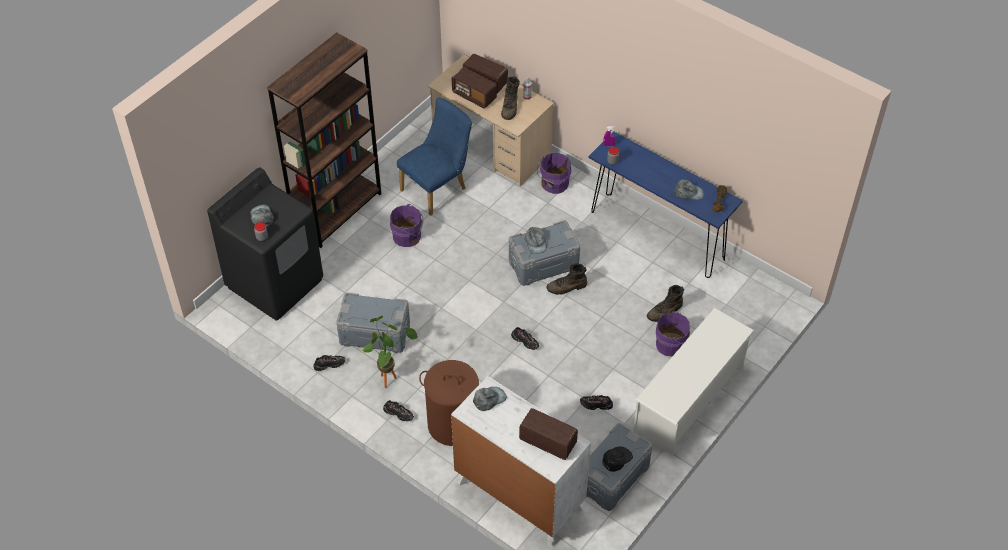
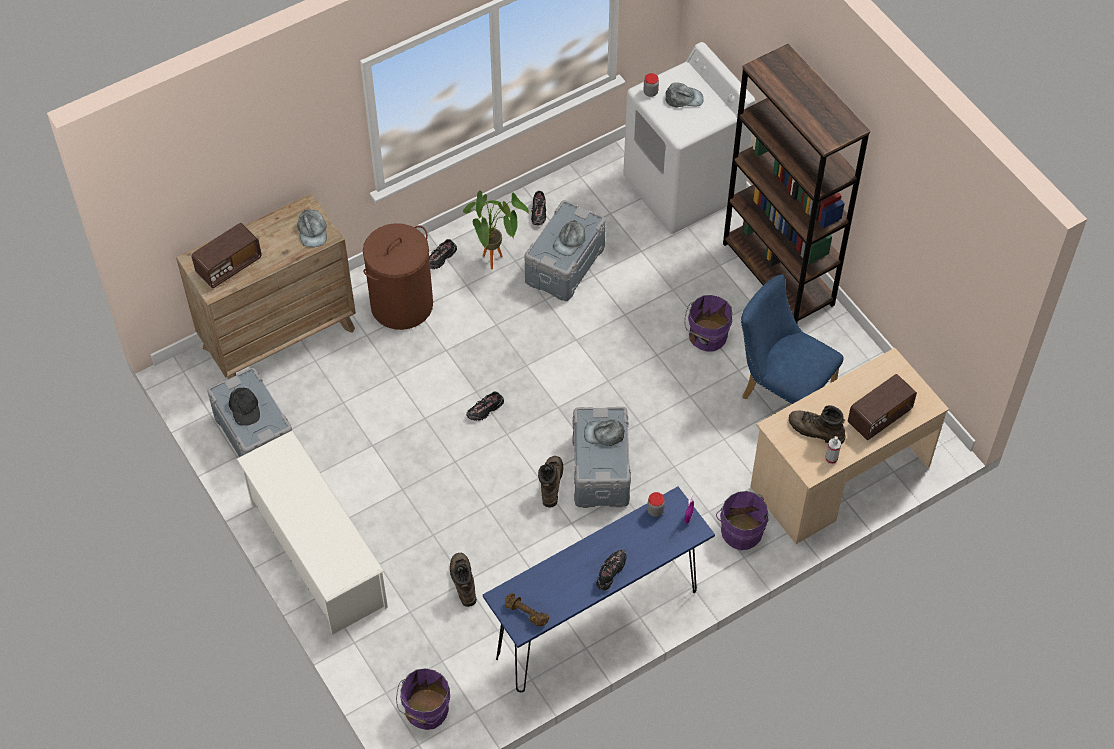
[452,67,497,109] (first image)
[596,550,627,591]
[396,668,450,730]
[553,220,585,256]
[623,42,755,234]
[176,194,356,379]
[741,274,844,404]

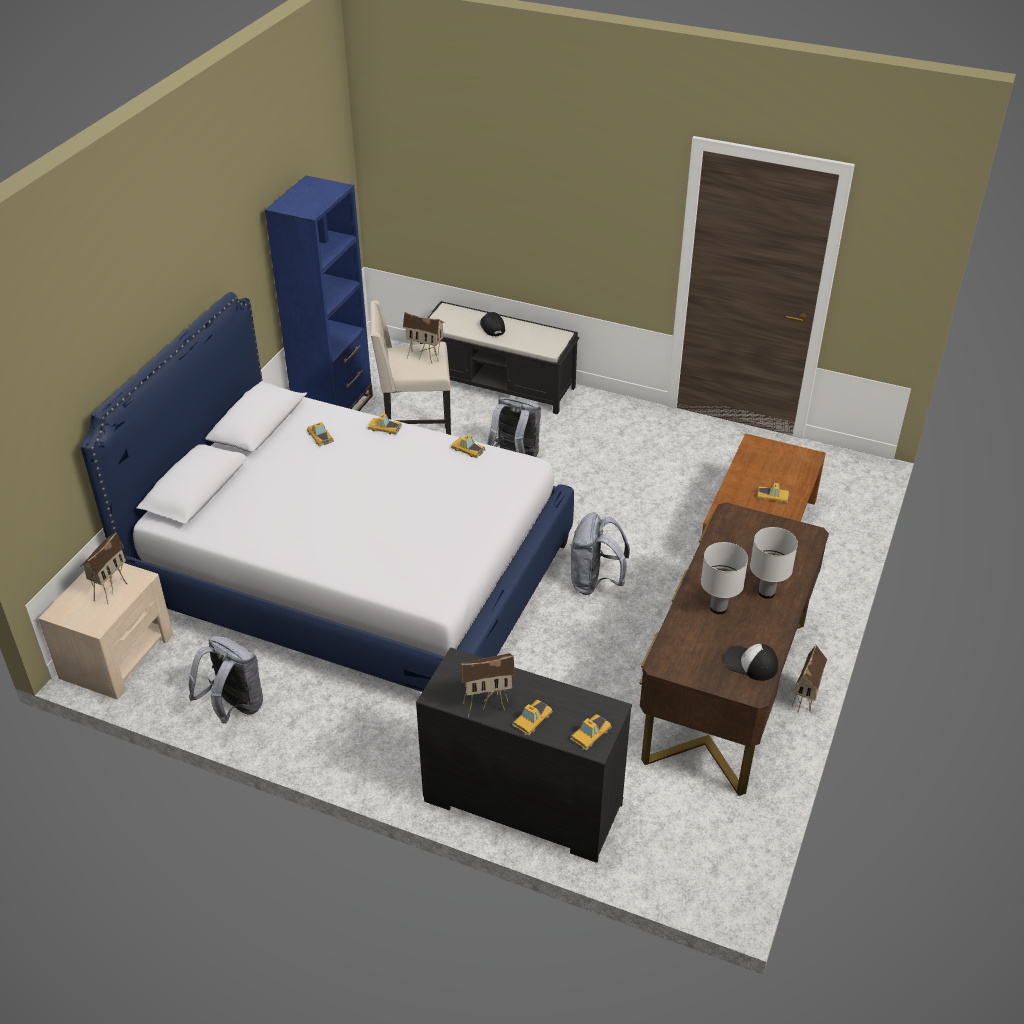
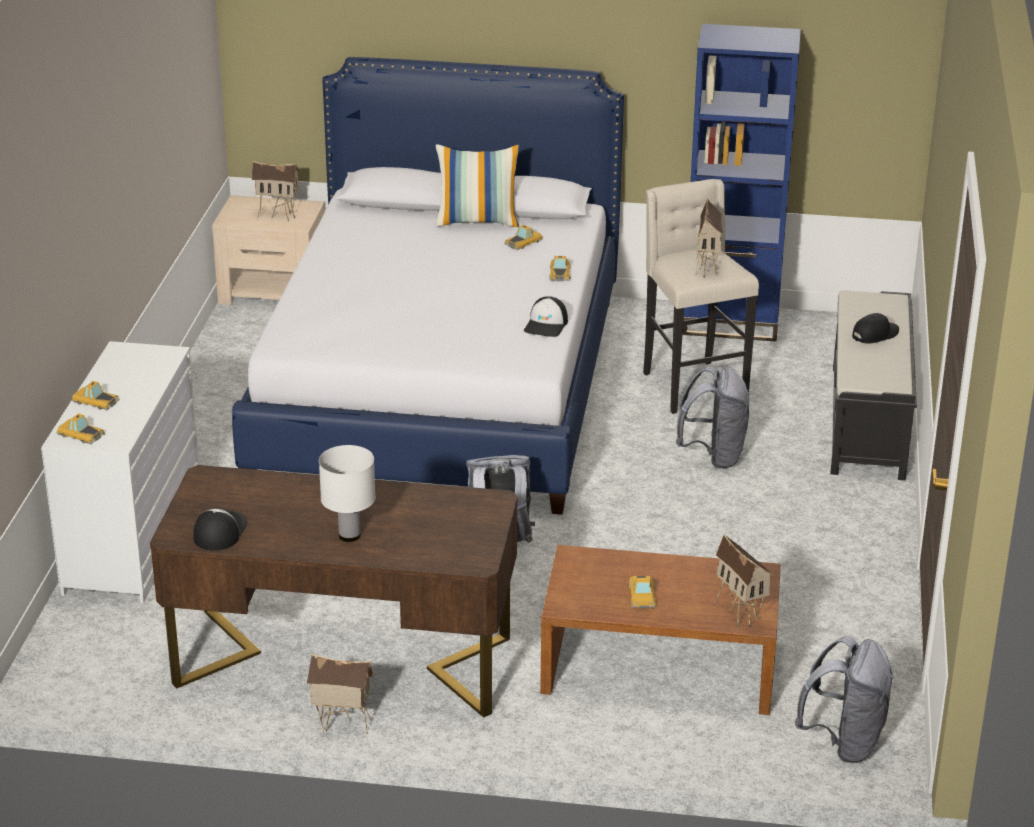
[701,542,748,614] (first image)
[436,144,520,227]
[795,636,894,763]
[713,534,774,628]
[524,296,568,337]
[41,341,199,603]

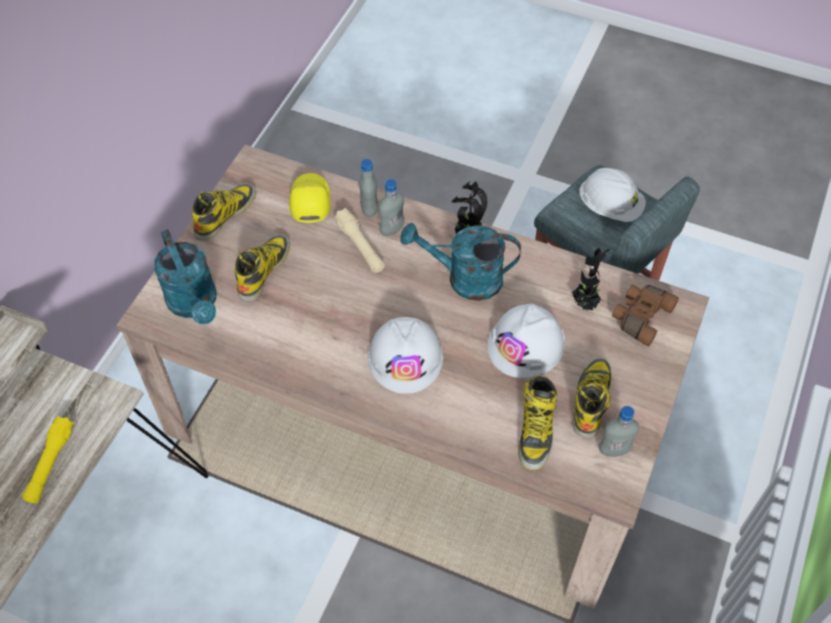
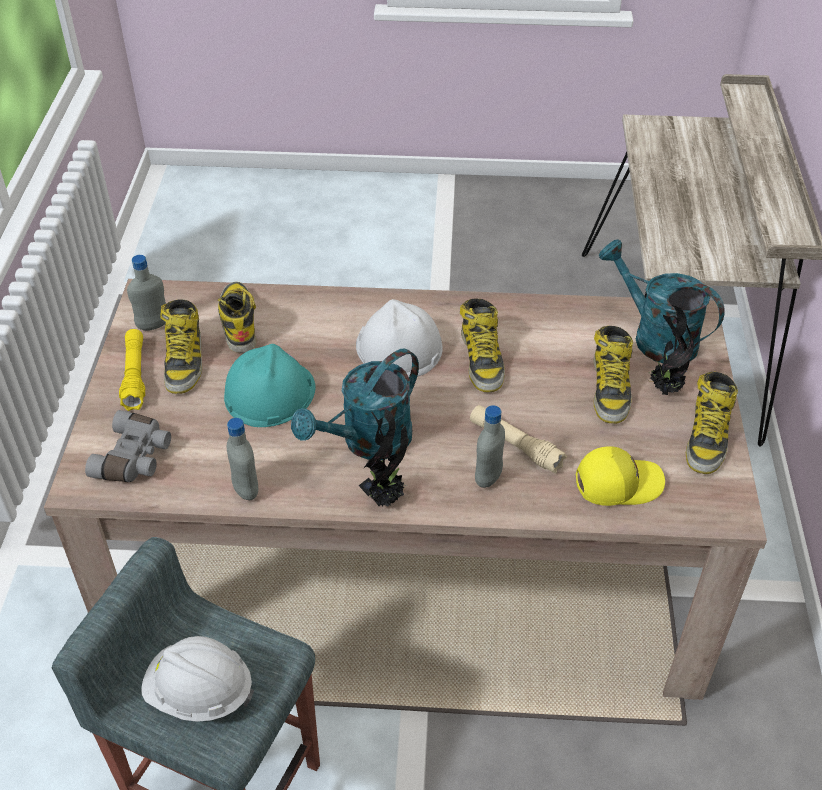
[460,298,505,392]
[119,329,145,411]
[227,418,258,500]
[649,305,694,395]
[224,344,315,427]
[85,410,171,482]
[576,446,665,506]
[291,349,419,460]

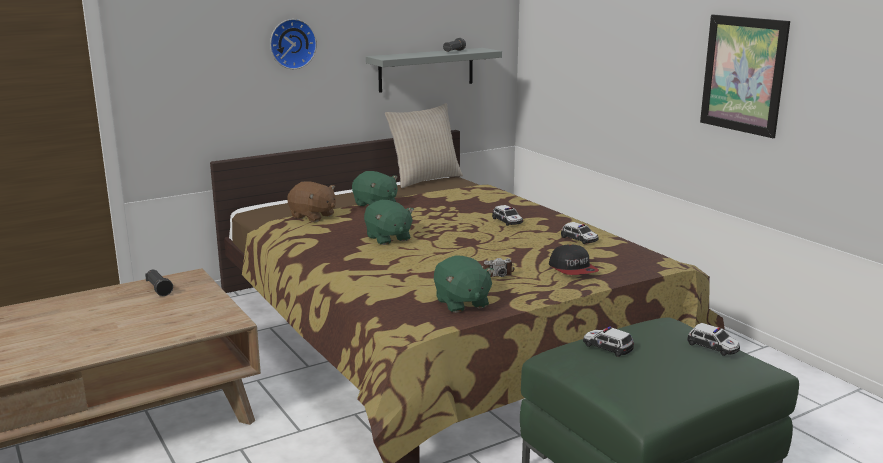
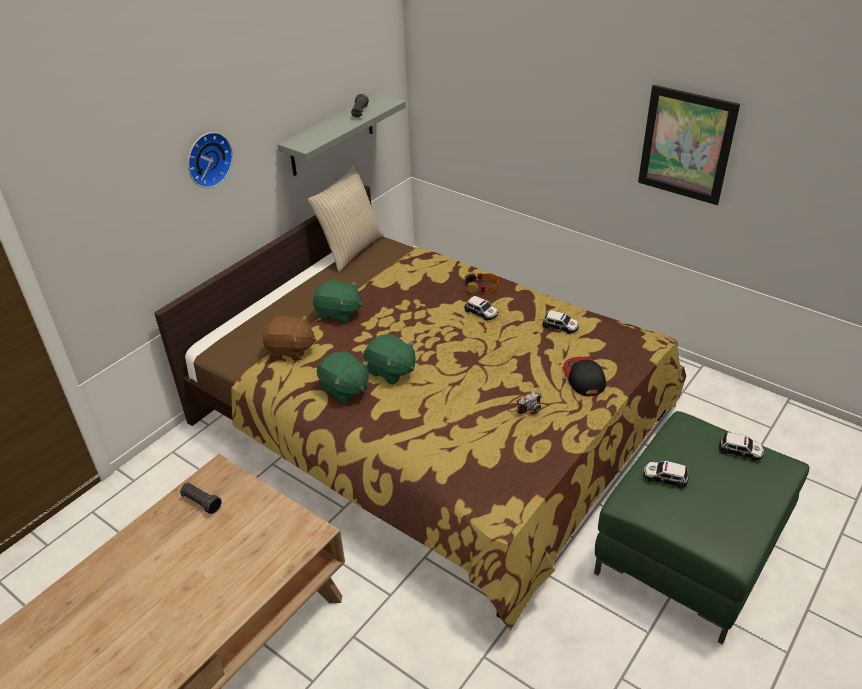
[465,272,499,294]
[317,351,369,404]
[563,357,606,396]

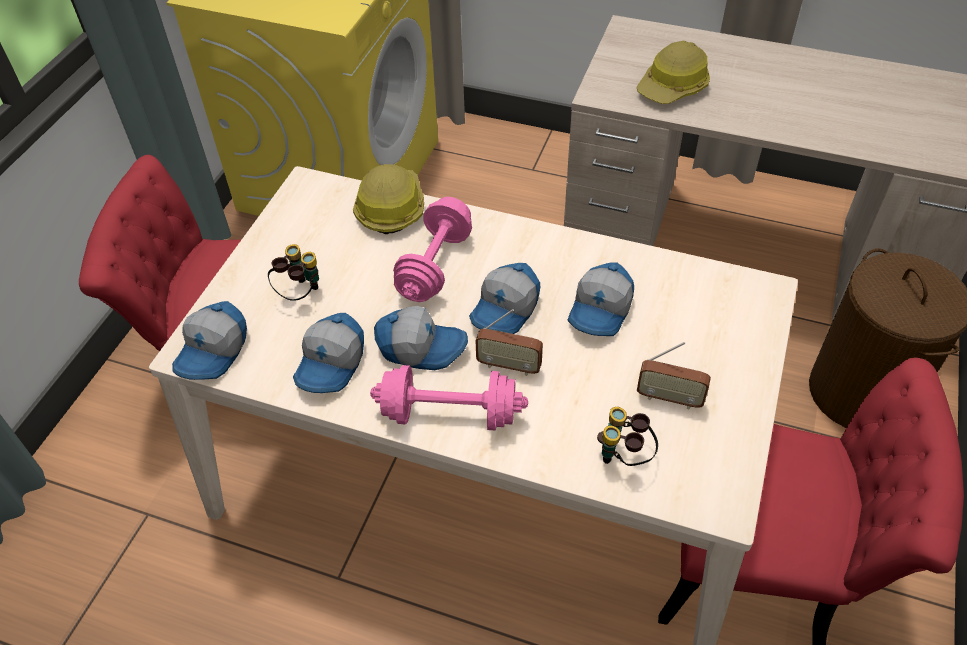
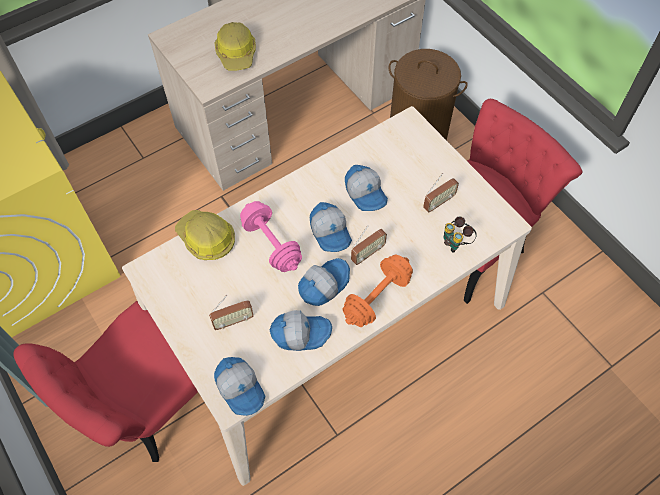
[209,295,254,330]
[342,255,413,327]
[270,310,332,351]

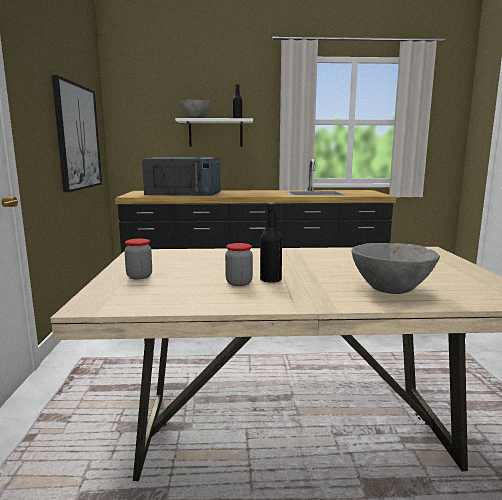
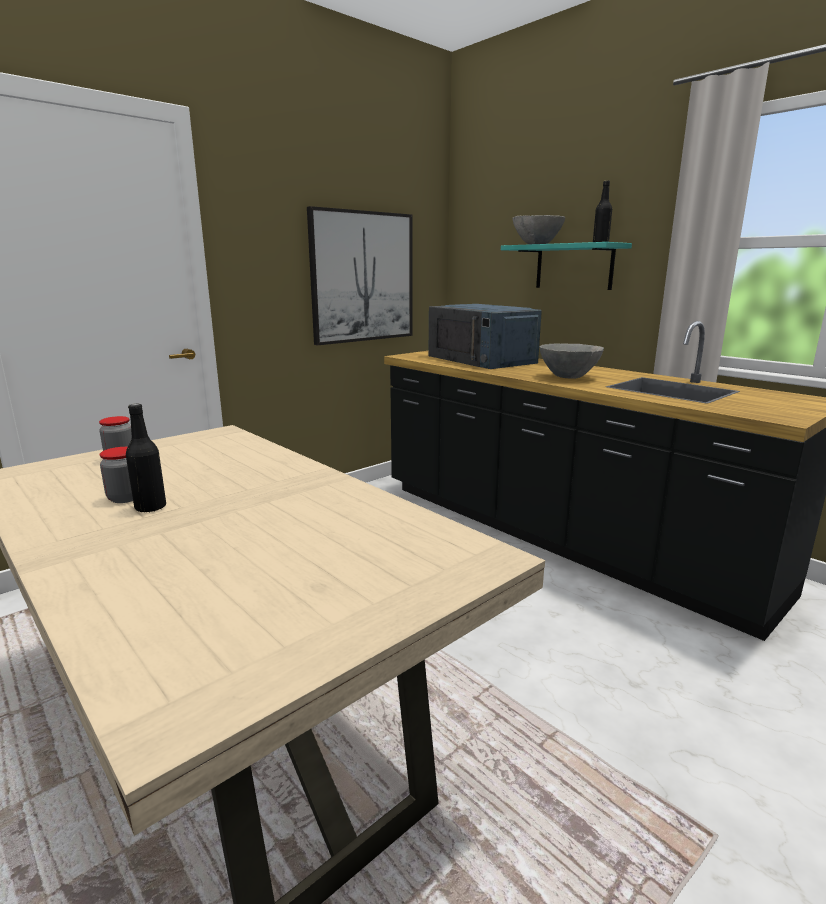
[540,343,604,379]
[501,242,632,290]

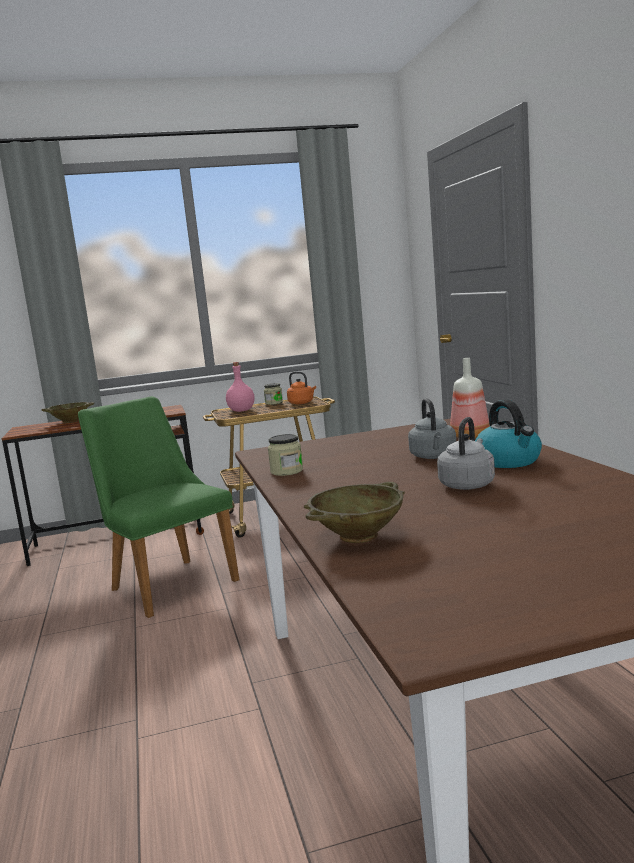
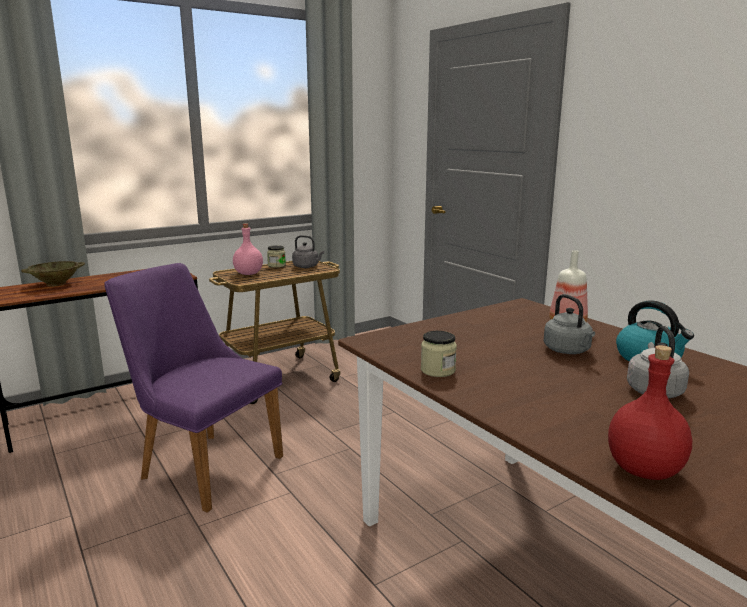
[608,345,692,480]
[104,263,283,513]
[292,235,324,268]

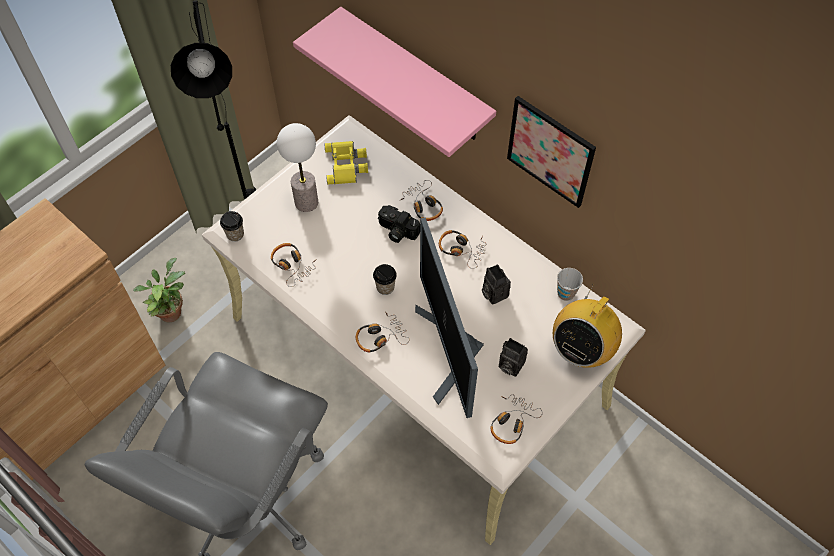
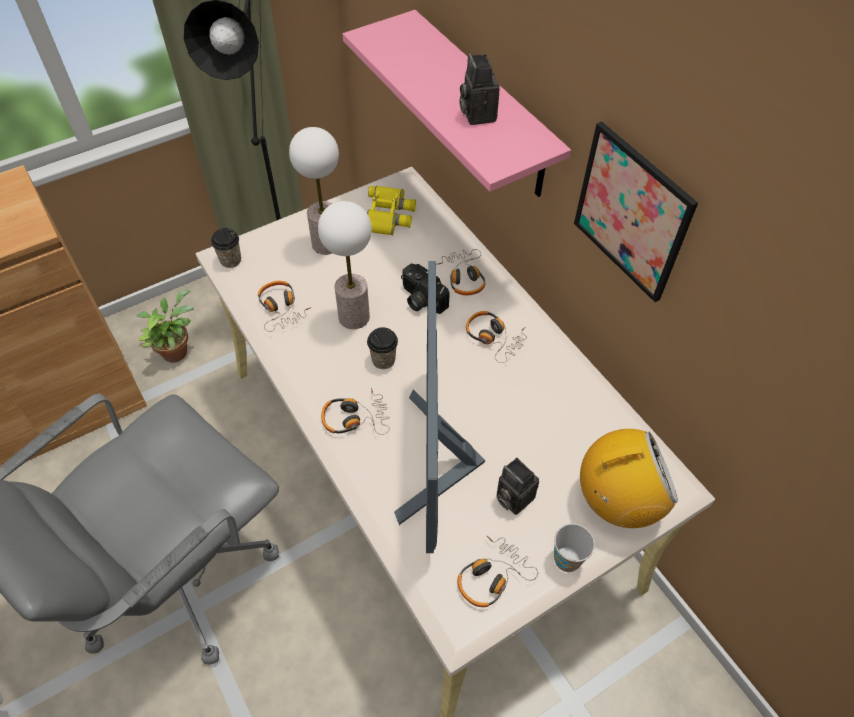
[318,201,372,329]
[459,53,500,125]
[554,523,595,572]
[580,429,678,528]

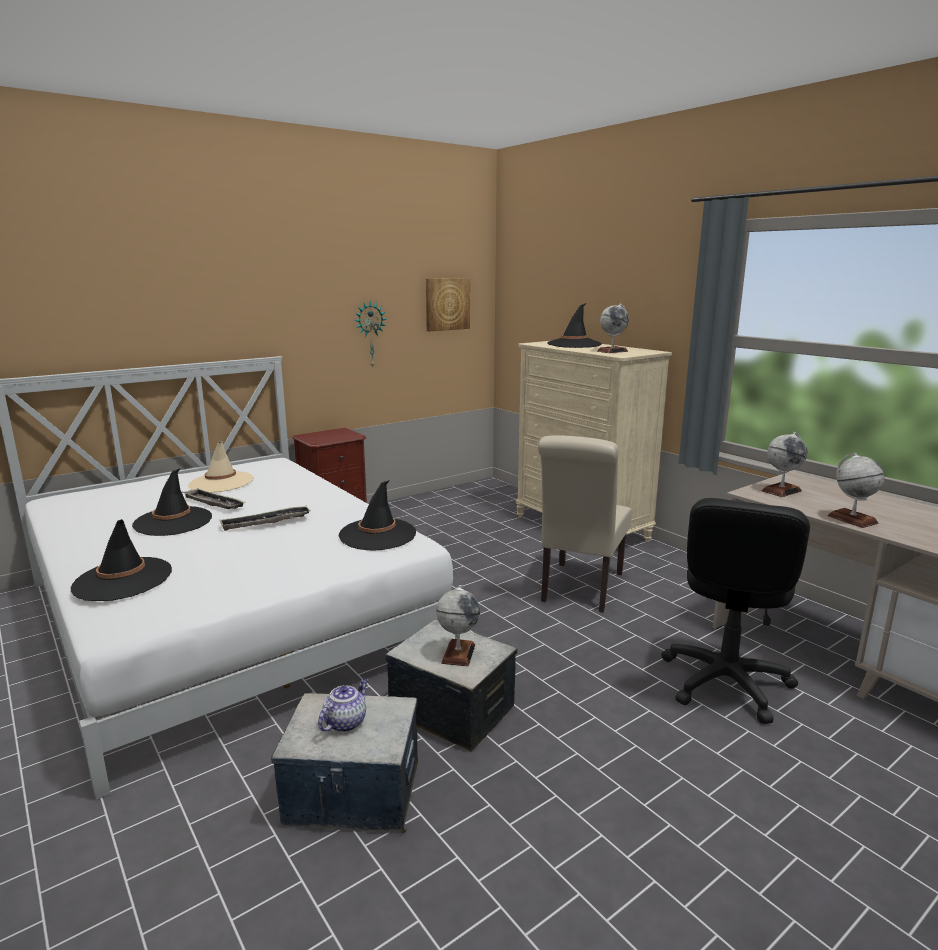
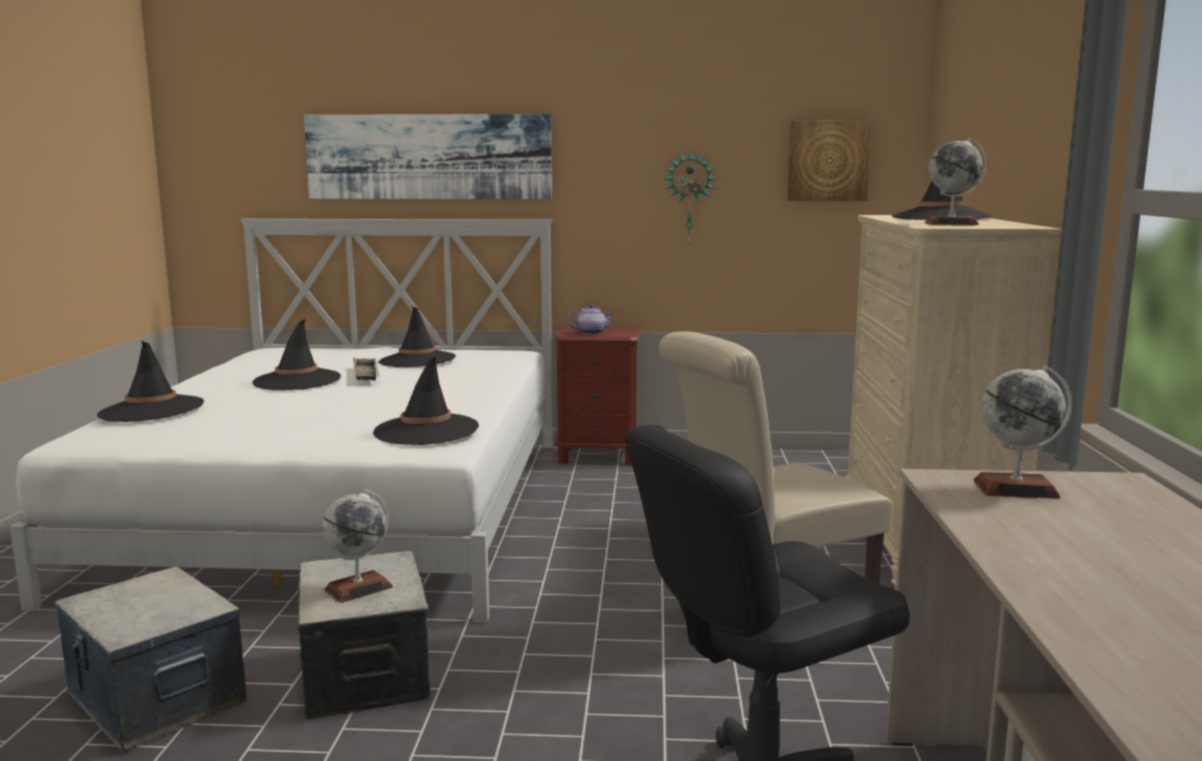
[219,506,310,531] (first image)
[827,453,884,528] (first image)
[304,114,552,199]
[568,304,614,334]
[379,306,456,367]

